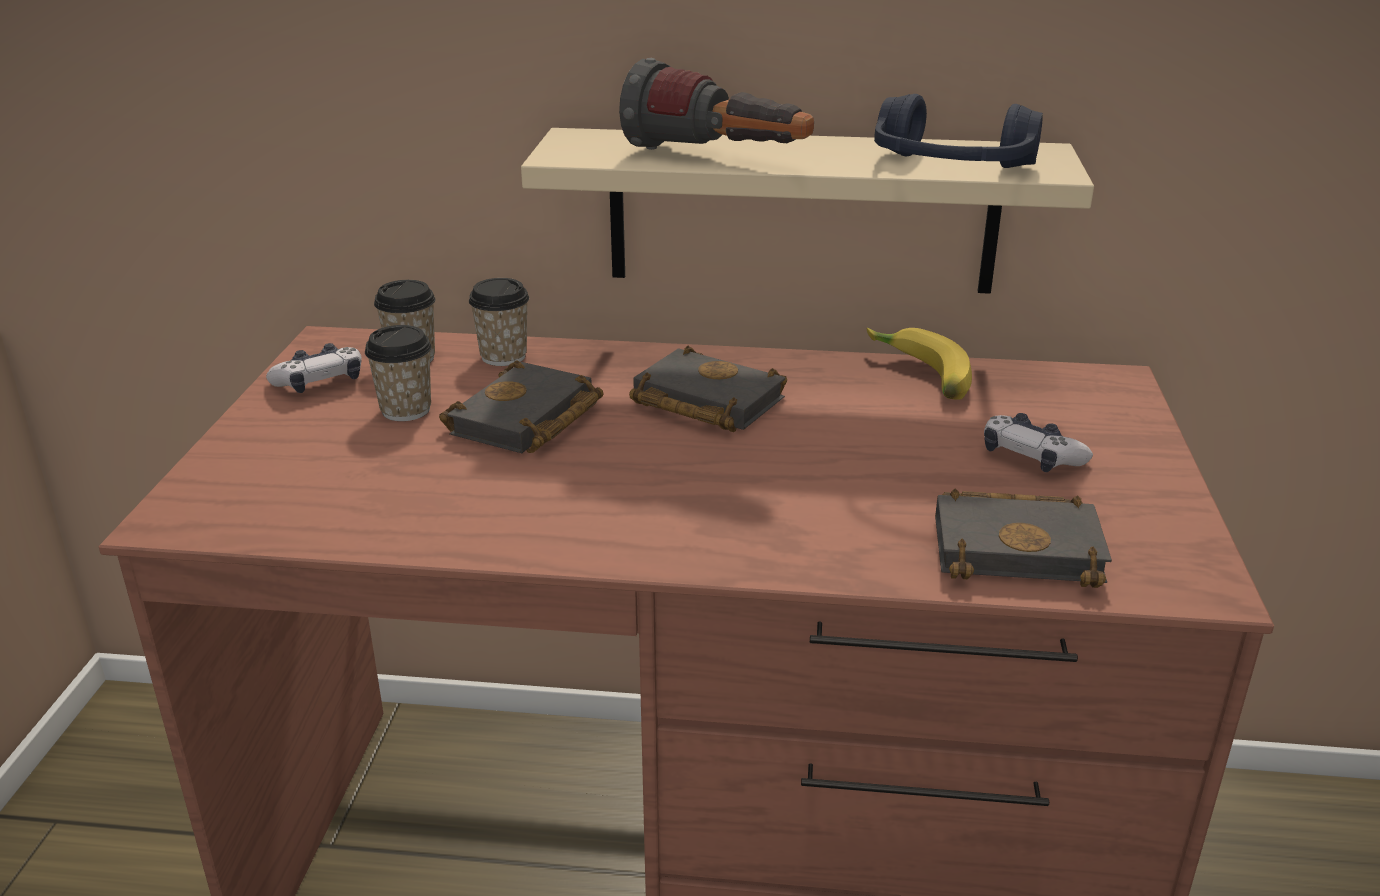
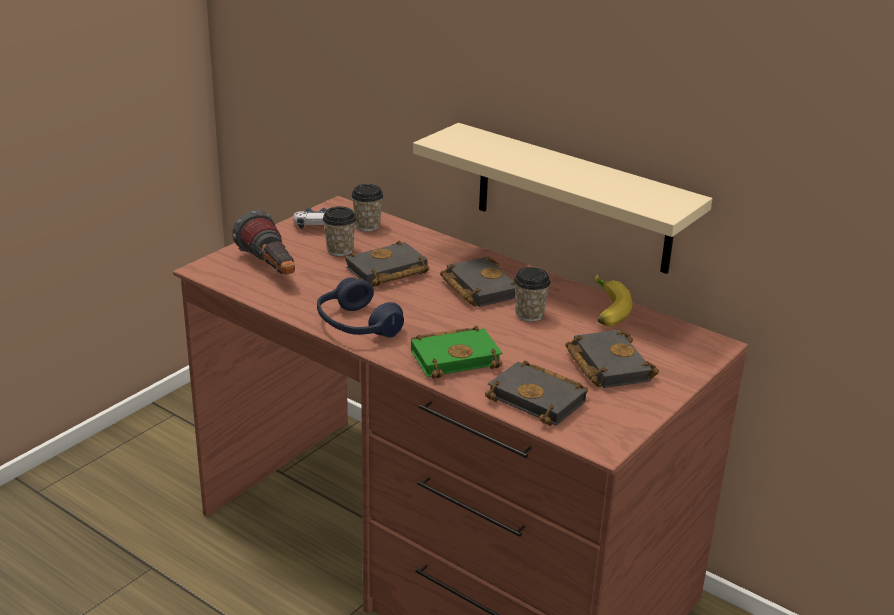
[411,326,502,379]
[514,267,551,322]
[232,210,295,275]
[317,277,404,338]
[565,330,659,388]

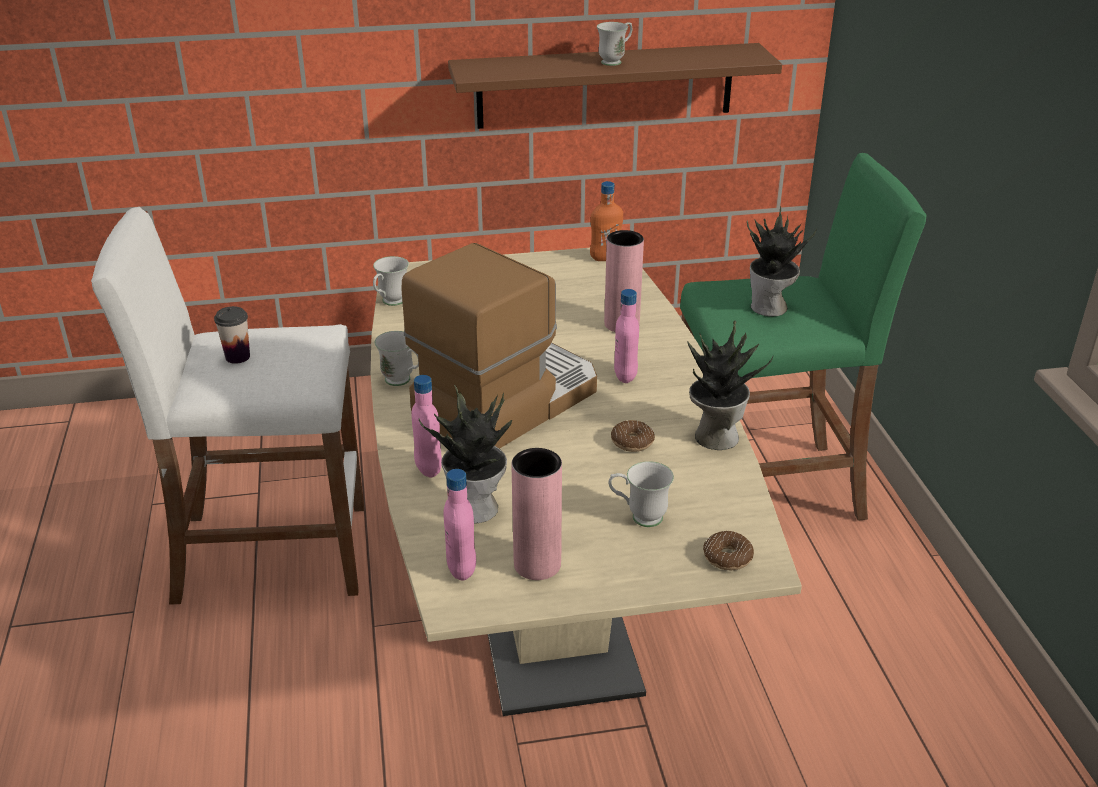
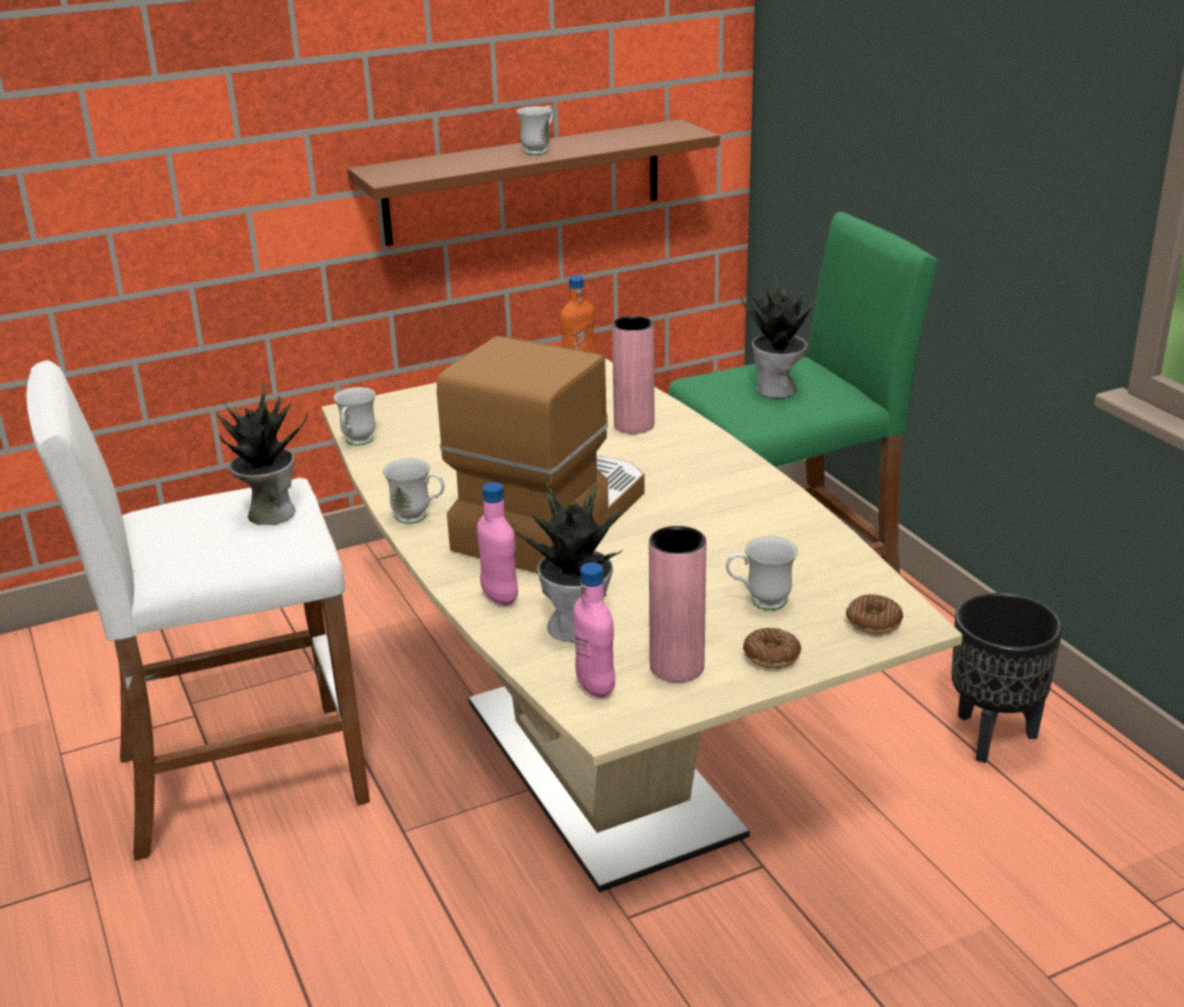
[214,306,250,364] (first image)
[614,289,639,383] (first image)
[951,593,1063,763]
[743,628,801,668]
[216,383,308,525]

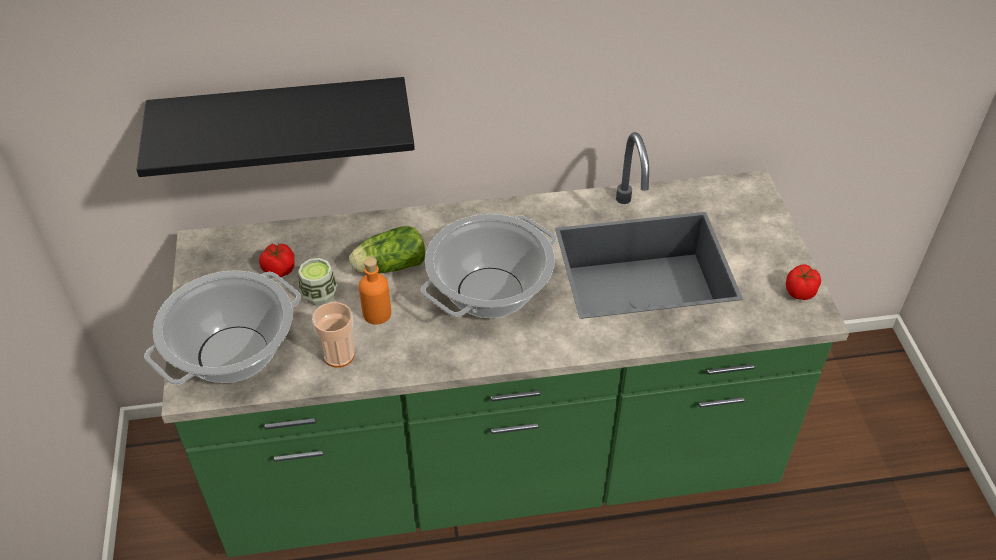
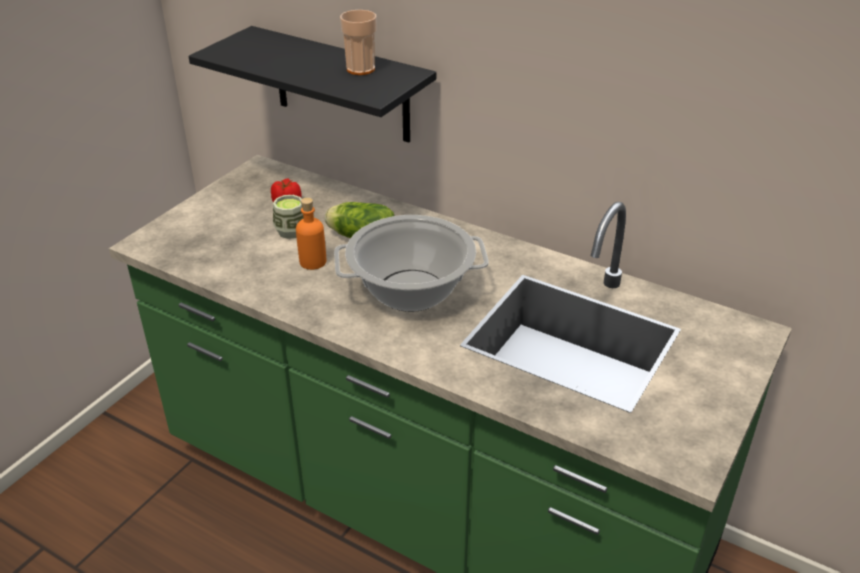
[144,270,301,385] (first image)
[786,265,821,300] (first image)
[340,10,376,75]

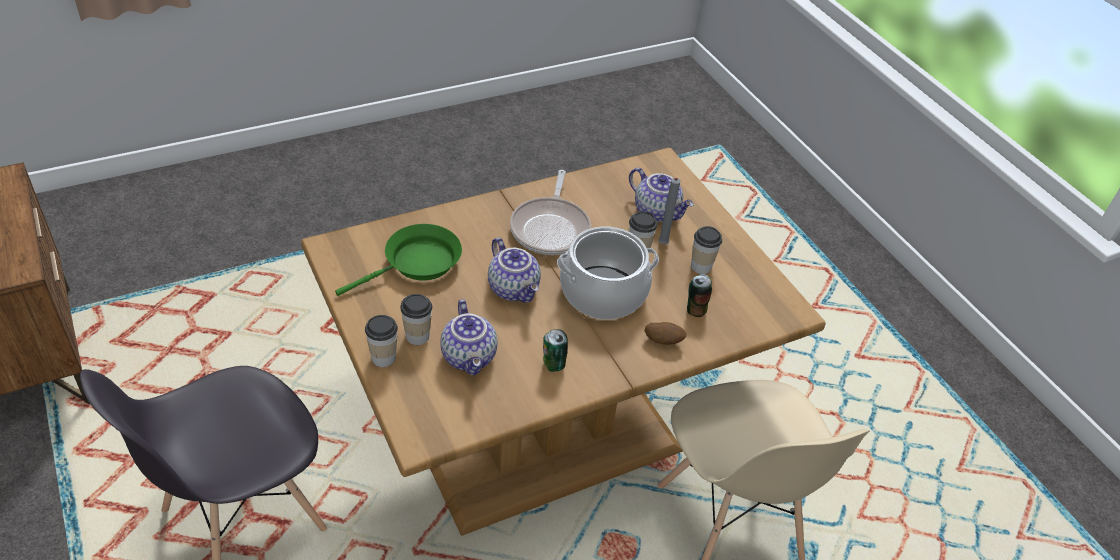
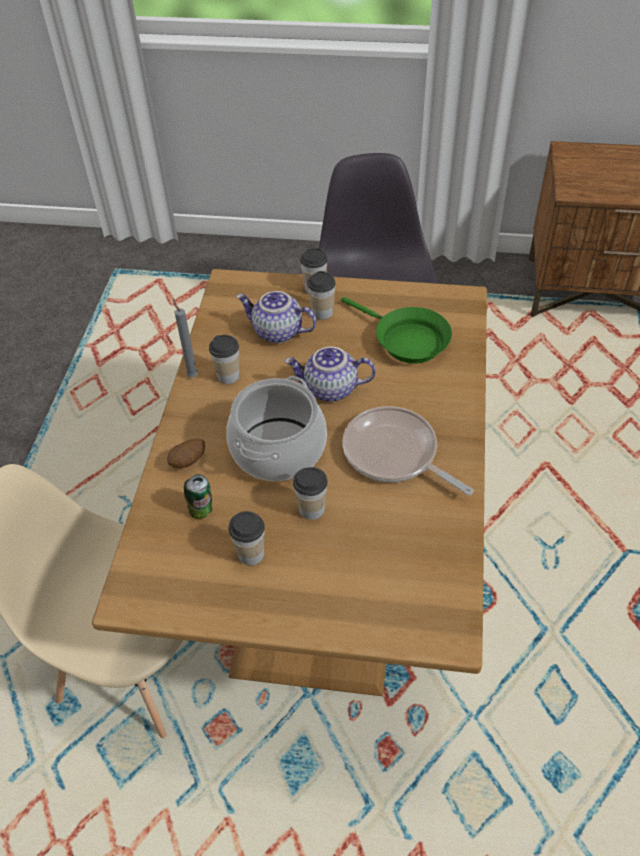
[629,168,693,222] (first image)
[172,298,198,377]
[209,335,240,384]
[341,297,452,364]

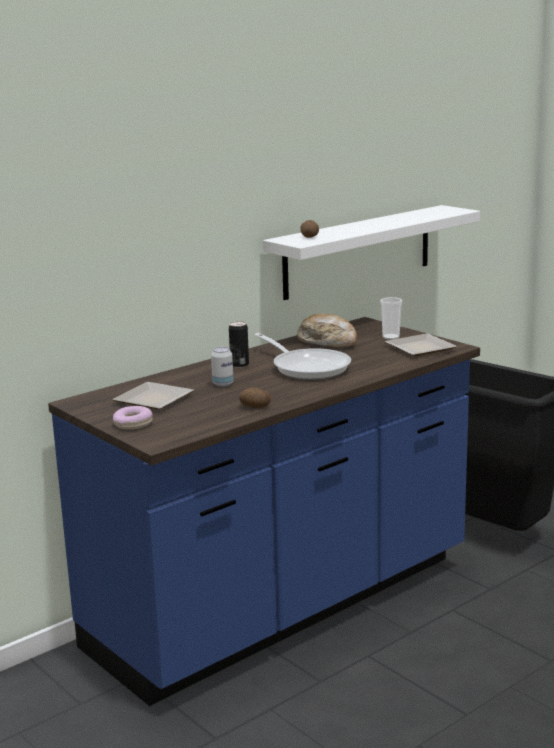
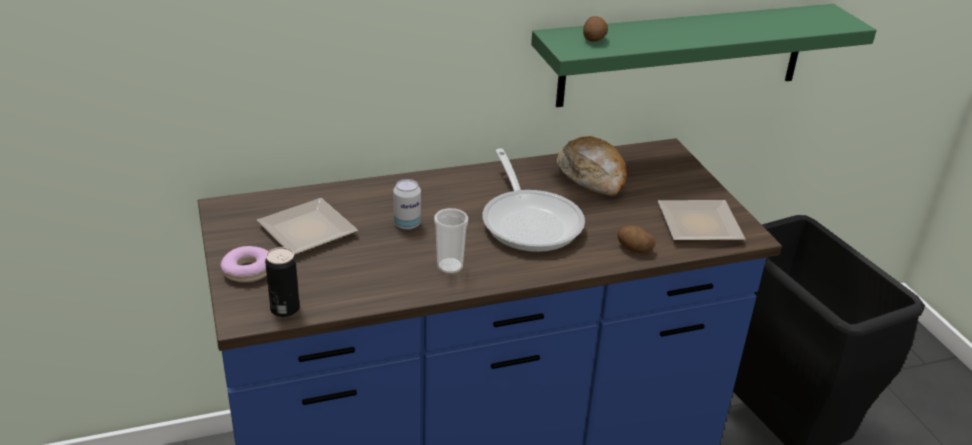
[265,247,300,317]
[617,226,655,253]
[434,208,468,274]
[531,4,877,107]

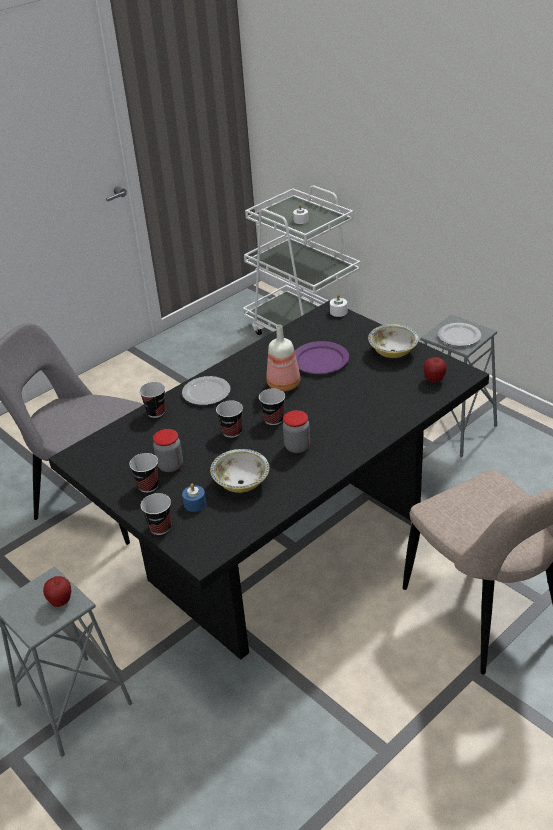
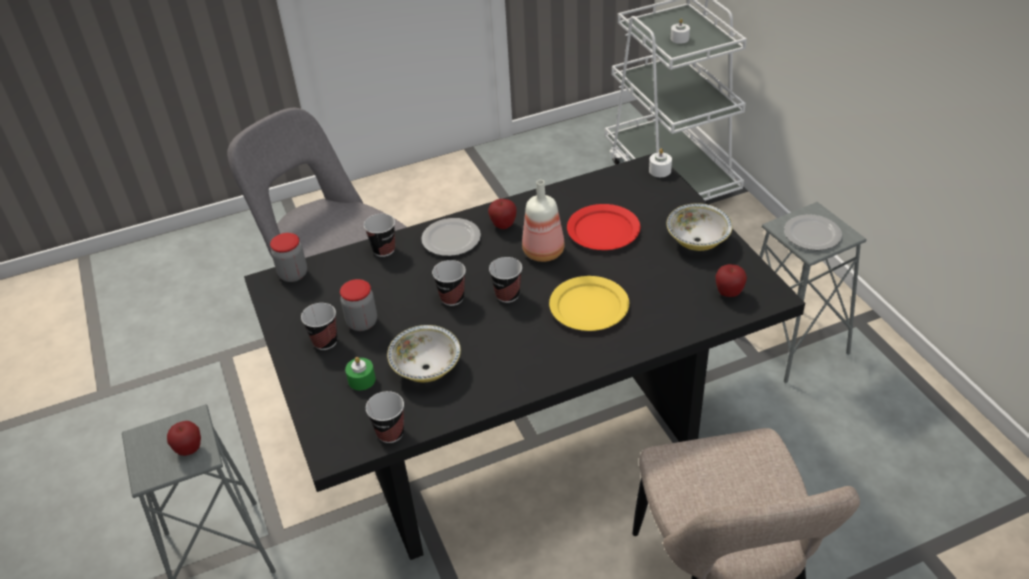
[488,199,517,229]
[549,276,629,331]
[366,391,404,443]
[270,233,307,282]
[345,357,376,390]
[567,204,640,250]

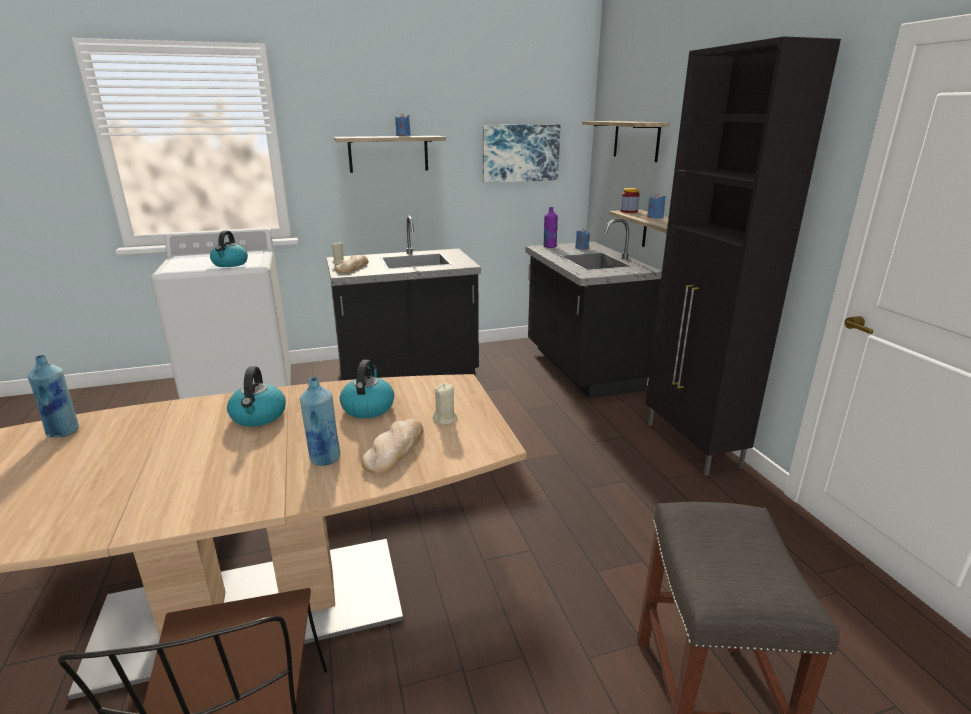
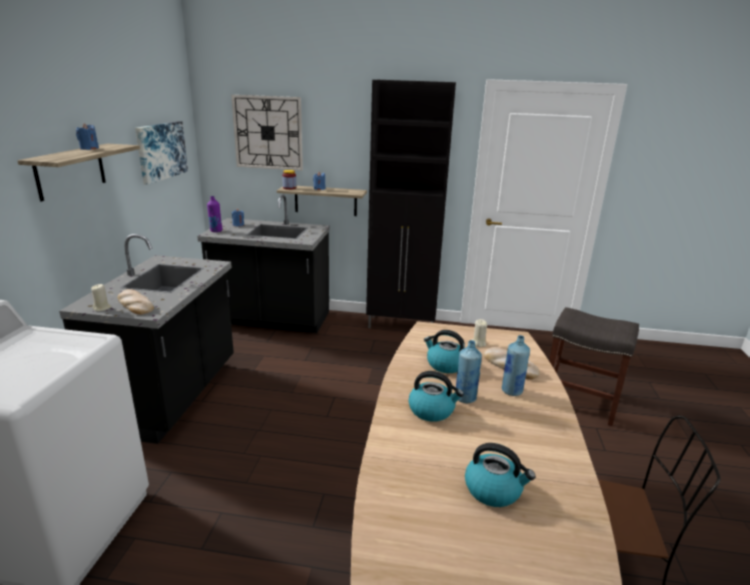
[456,340,482,403]
[465,443,536,507]
[231,95,303,171]

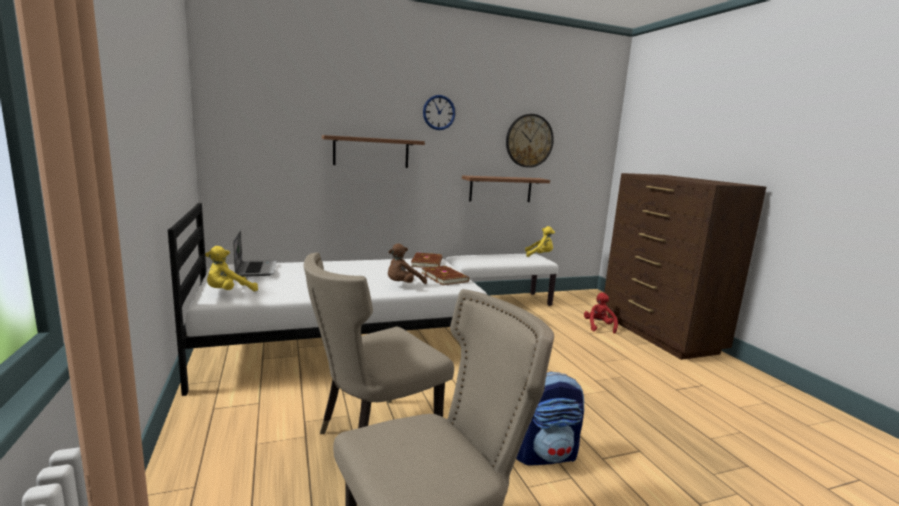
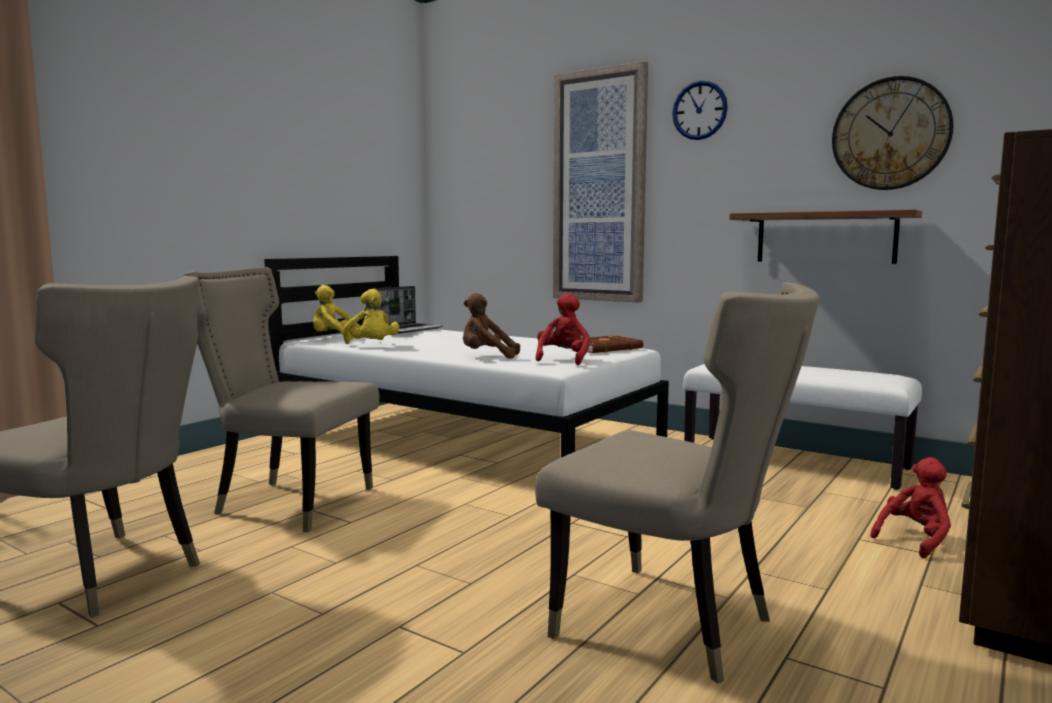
[516,372,584,465] (first image)
[535,282,820,684]
[343,289,400,344]
[553,61,648,302]
[535,293,590,365]

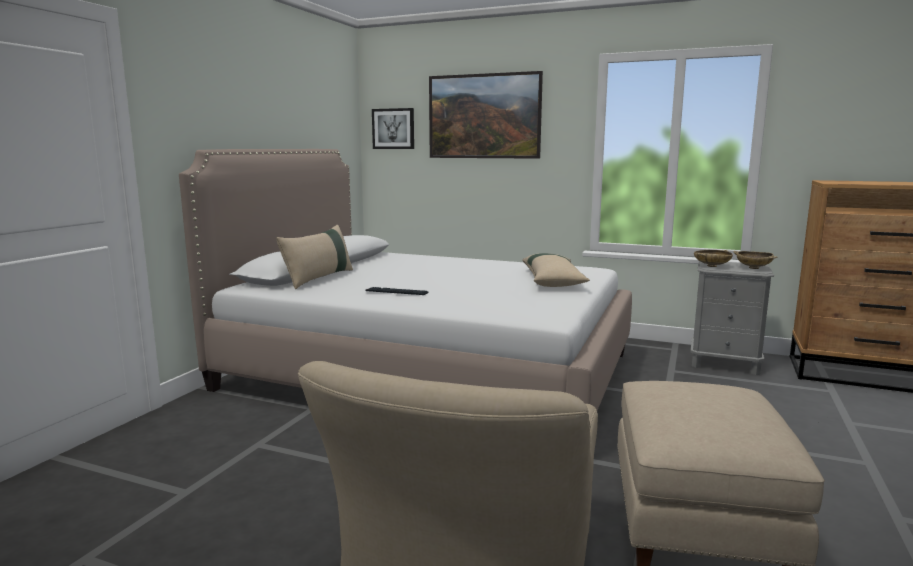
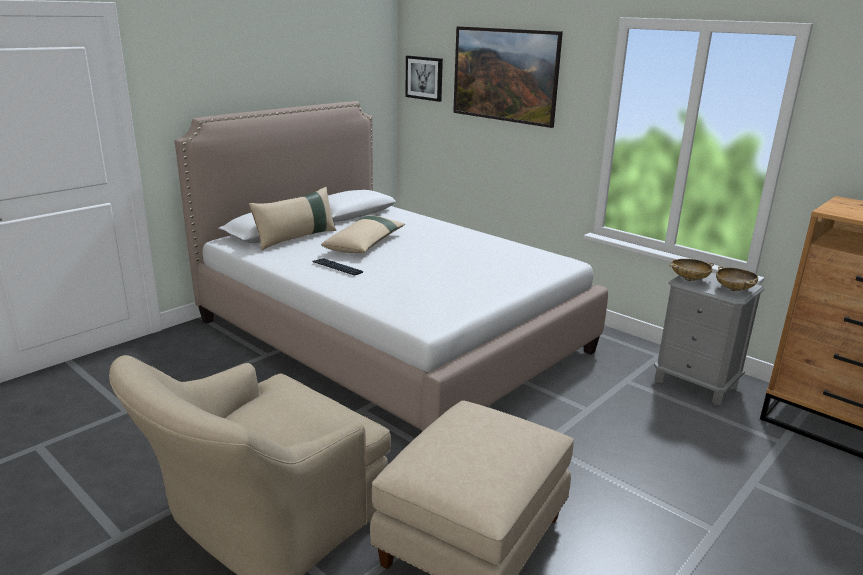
[321,215,405,253]

